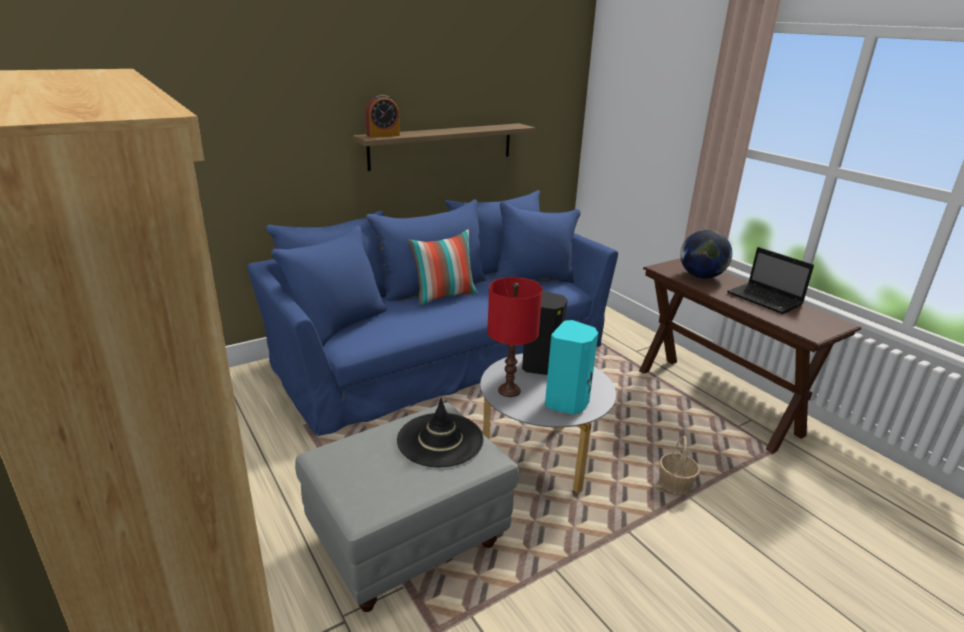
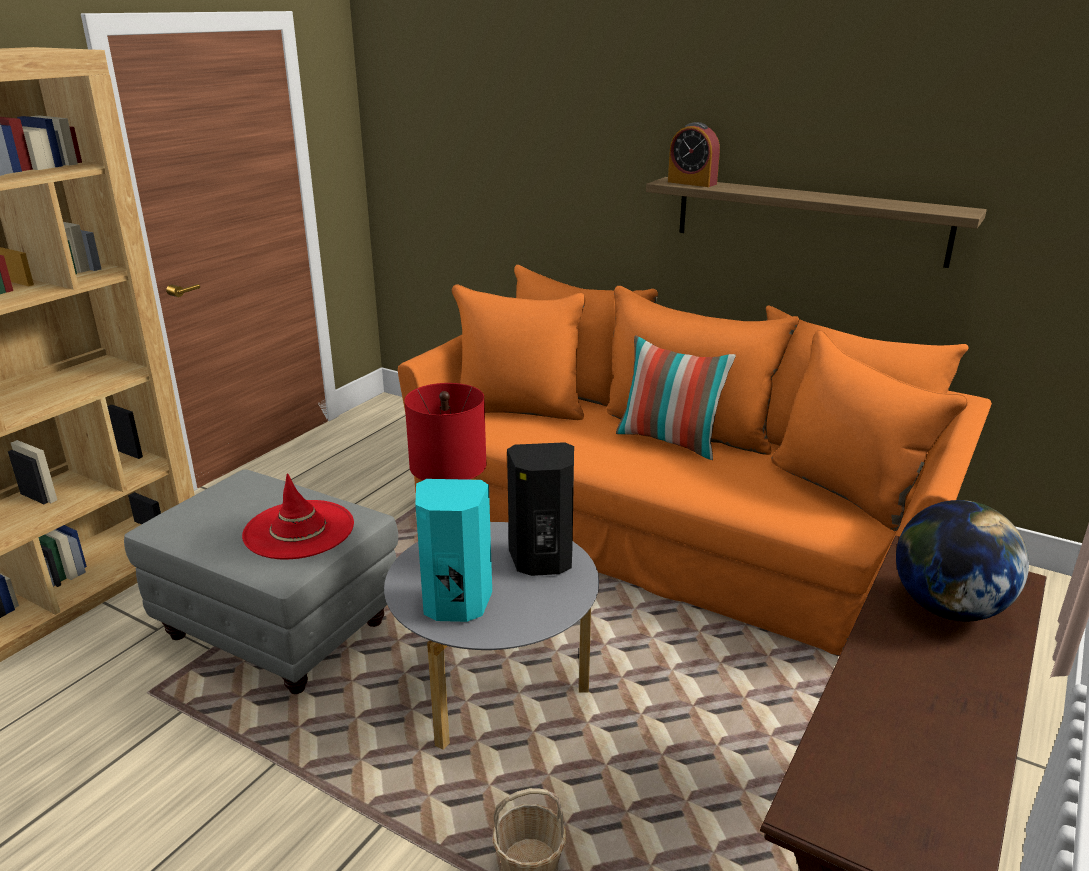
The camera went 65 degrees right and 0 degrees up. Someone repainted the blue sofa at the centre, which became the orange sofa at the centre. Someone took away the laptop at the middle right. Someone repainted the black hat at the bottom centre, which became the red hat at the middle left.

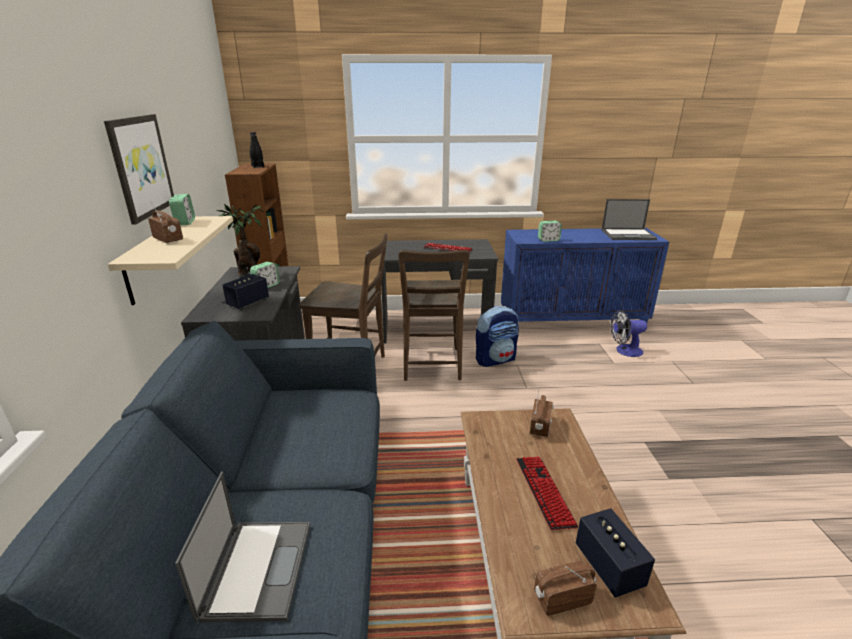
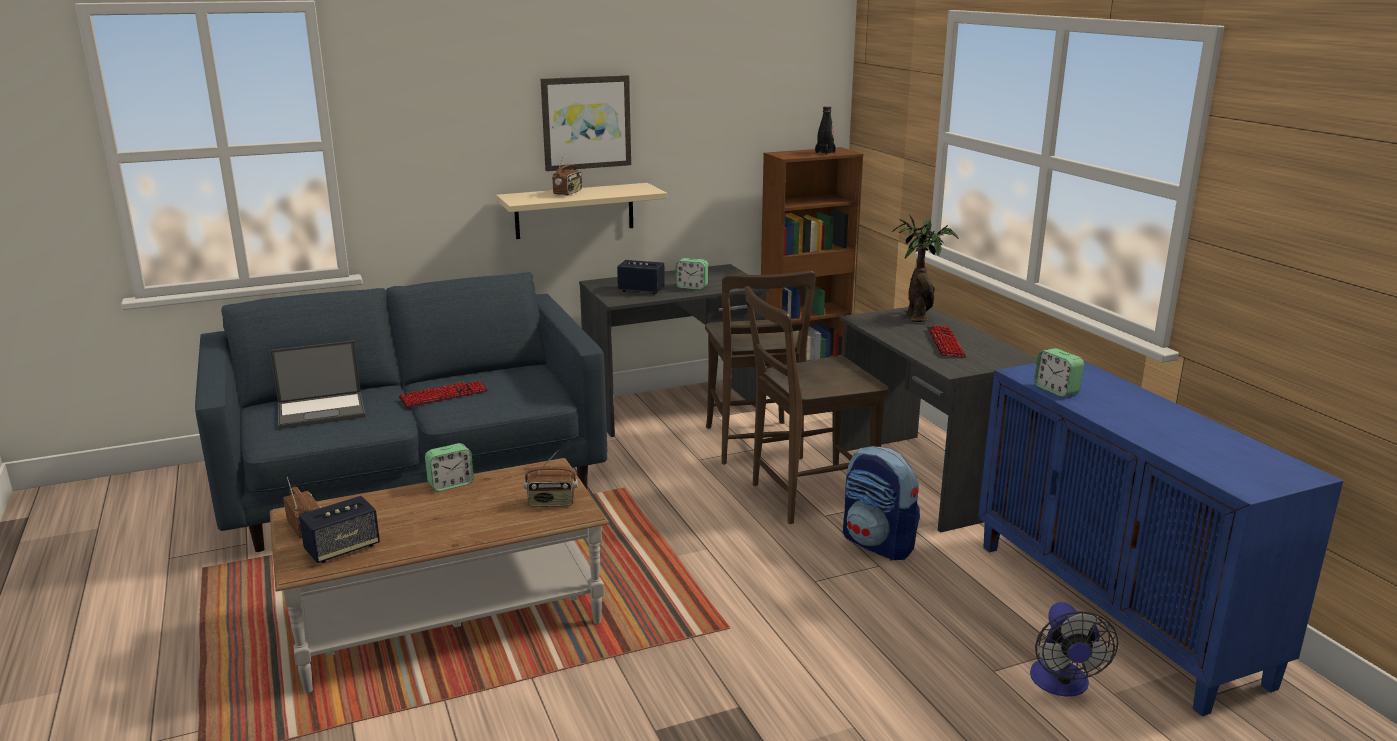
The camera went 70 degrees right and 5 degrees down. Someone carried the alarm clock (no. 1 from left) from the top left to the middle left. Someone took away the laptop (no. 2 from left) at the middle right. Someone carried the potted plant from the middle left to the centre. Someone rotated the fan at the middle right by 150 degrees counterclockwise. Someone carried the keyboard (no. 2 from left in the first image) from the bottom centre to the middle left.

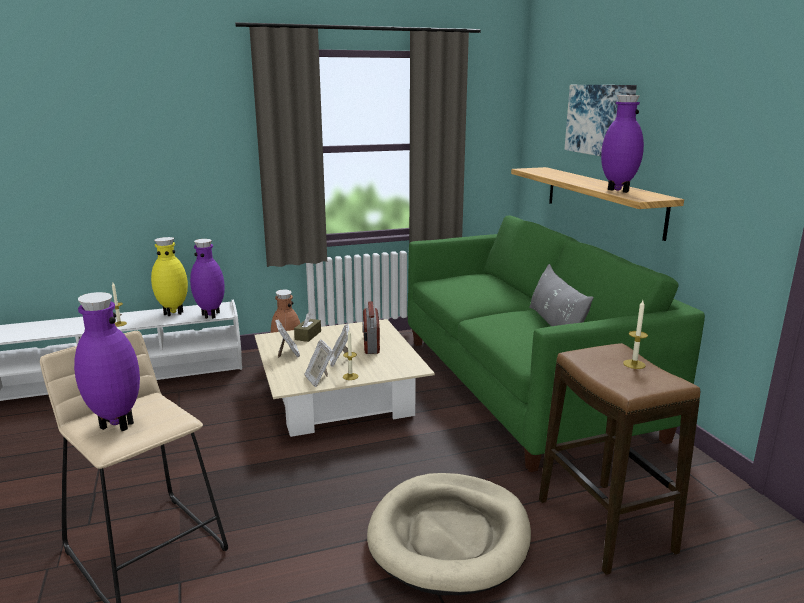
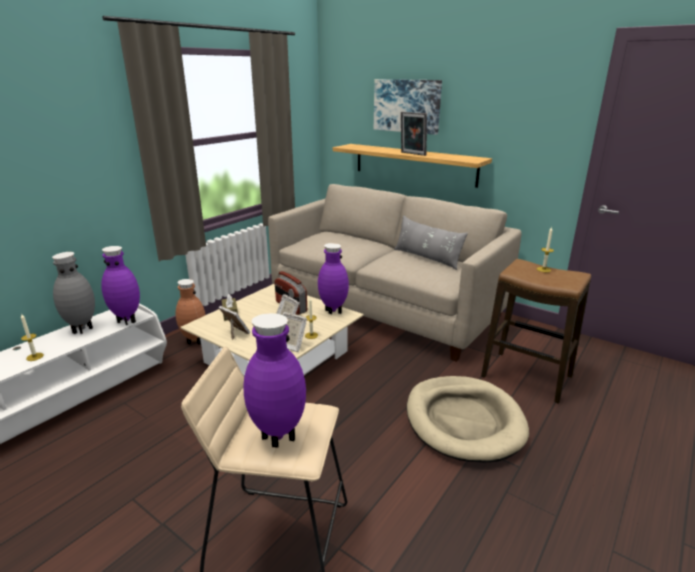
The camera went 35 degrees left and 5 degrees up. Someone carried the purple vase (no. 3 from left) from the top right to the centre. Someone repainted the green sofa at the middle right, which became the beige sofa at the centre. Someone repainted the yellow vase at the middle left, which became the grey vase at the middle left. Someone put down the picture frame (no. 4 from left) at the top centre.

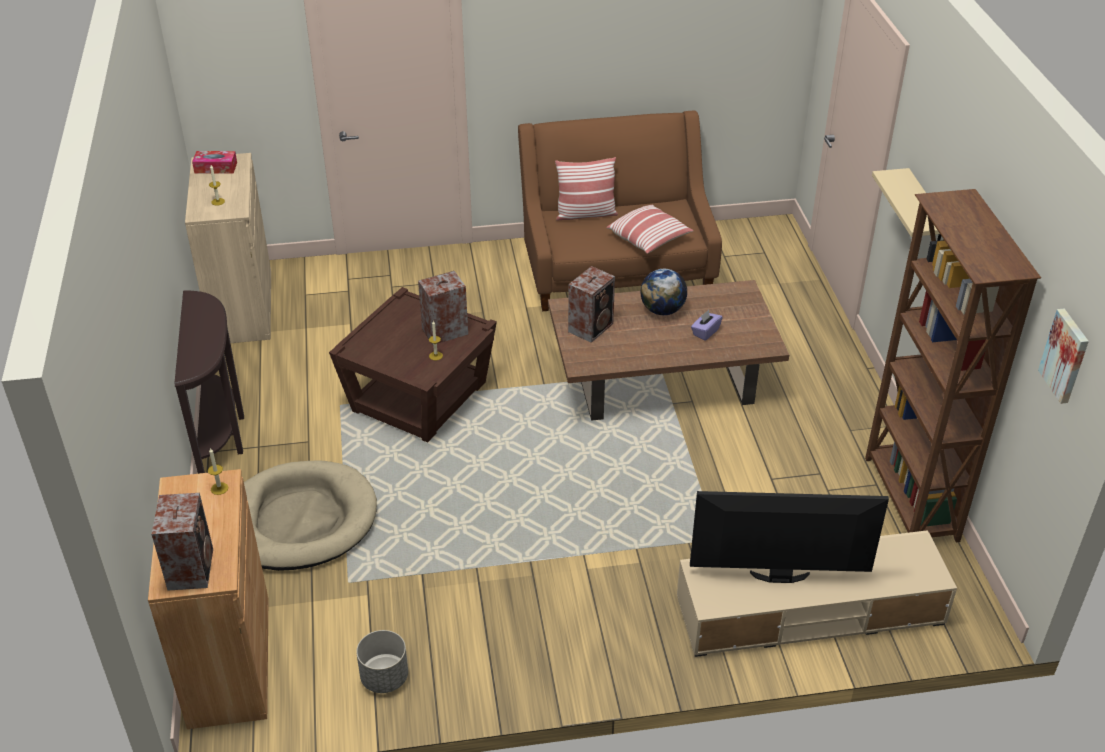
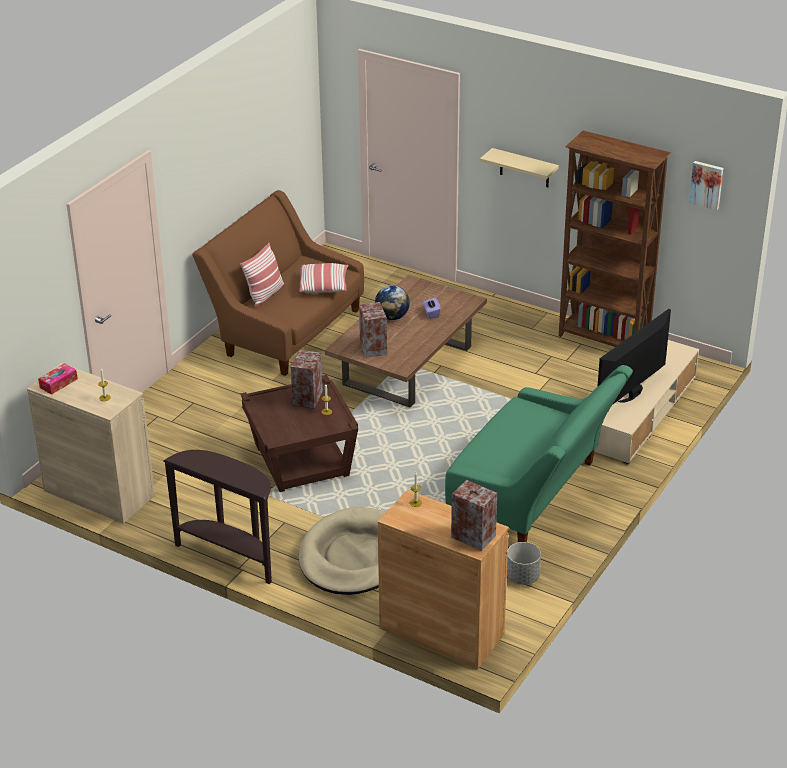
The camera went 50 degrees left and 5 degrees down. Someone put down the green sofa at the middle right.

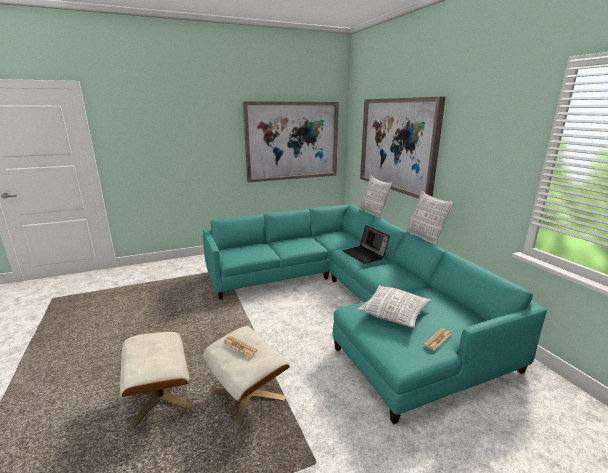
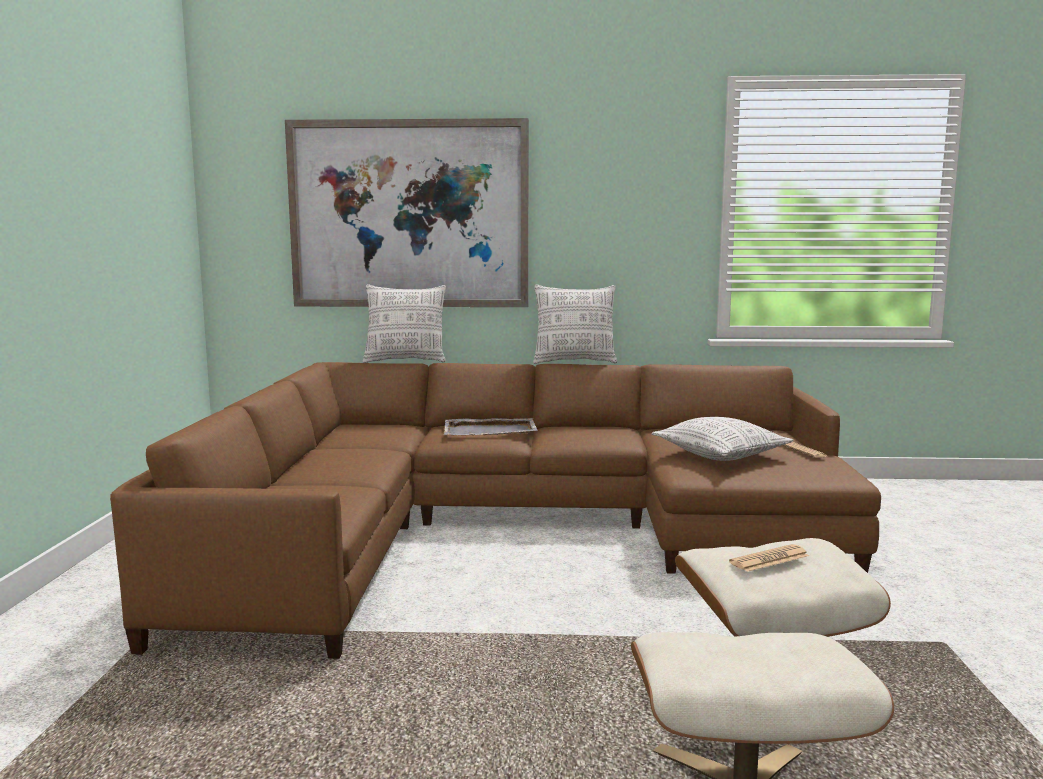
The camera went 65 degrees left and 10 degrees down. Someone took away the picture (no. 1 from left) at the top centre. Someone repainted the turquoise sofa at the centre, which became the brown sofa at the centre. Someone swapped the laptop at the centre for the grey tray at the centre.

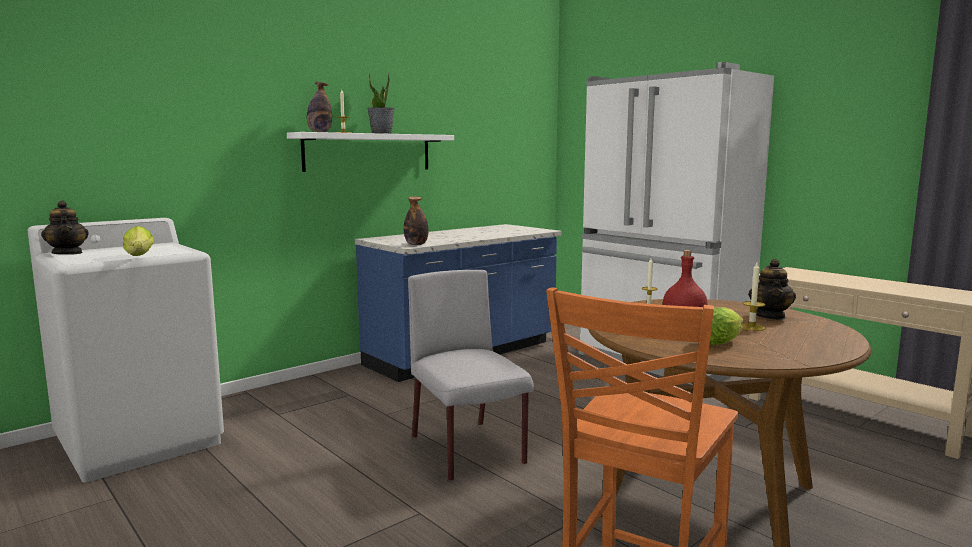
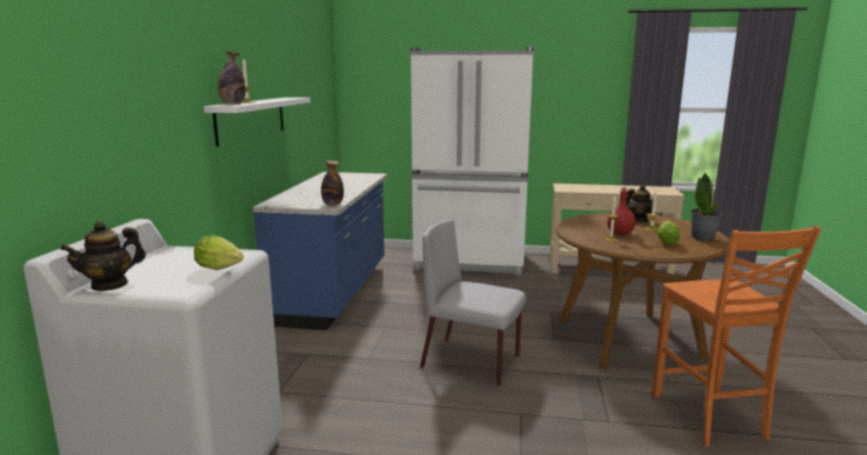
The camera went 40 degrees left and 5 degrees up. Someone carried the potted plant from the top centre to the middle right. Someone rotated the teapot (no. 1 from left) at the middle left by 120 degrees clockwise.

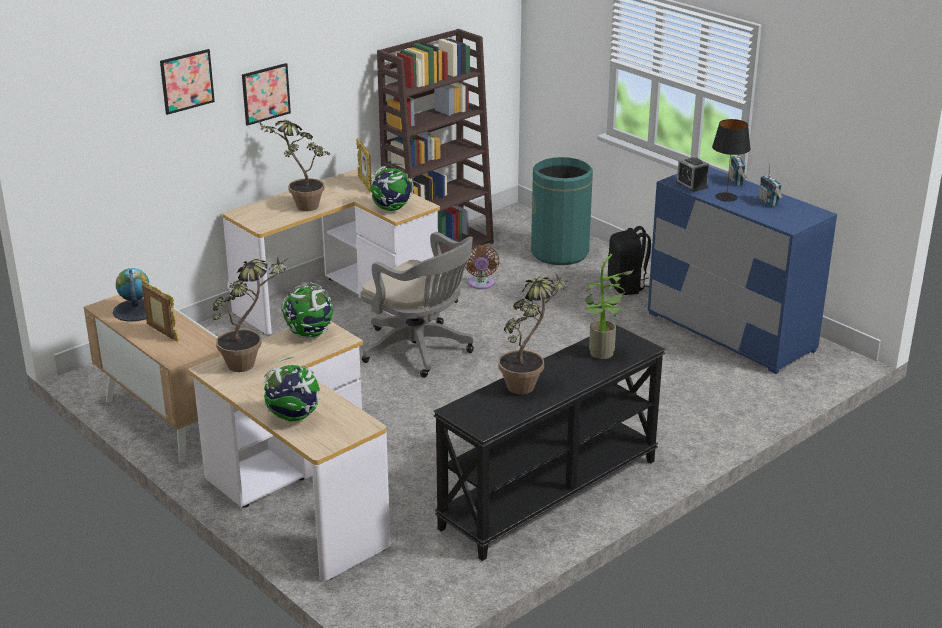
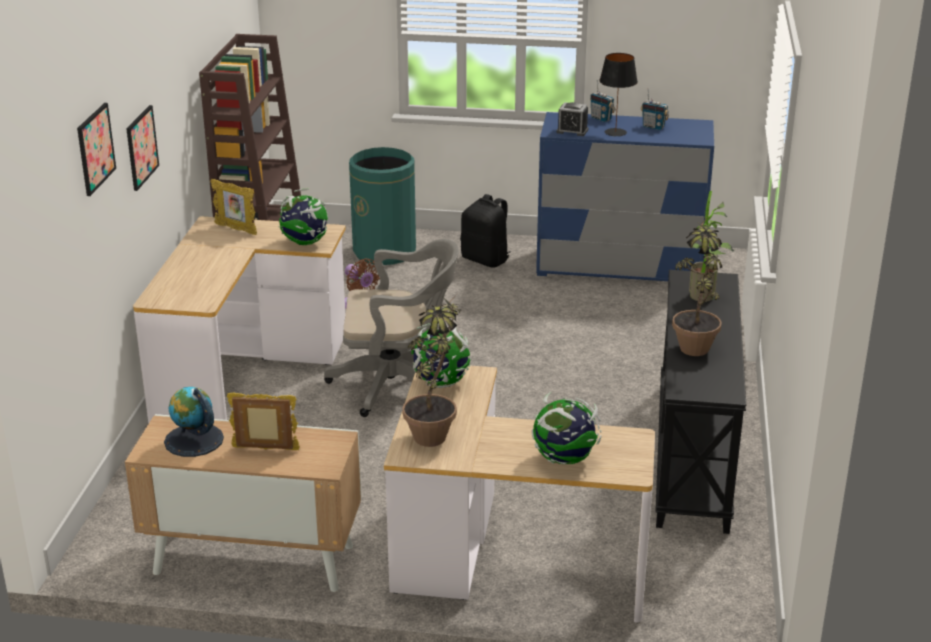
The camera went 40 degrees left and 0 degrees up. Someone took away the potted plant (no. 2 from left) at the top left.

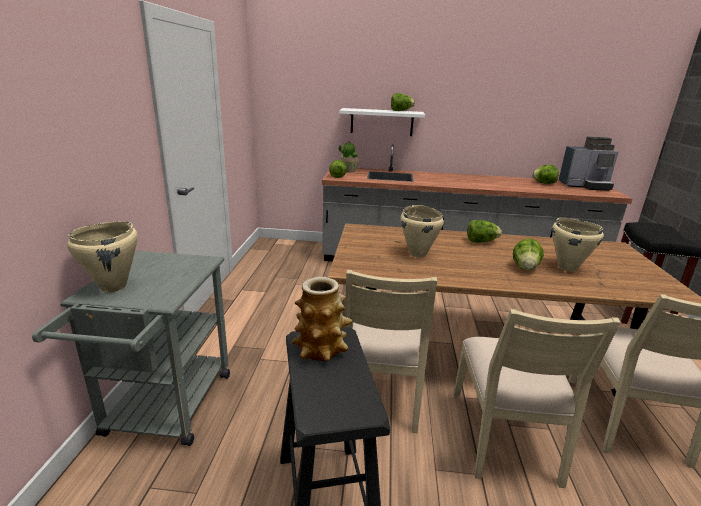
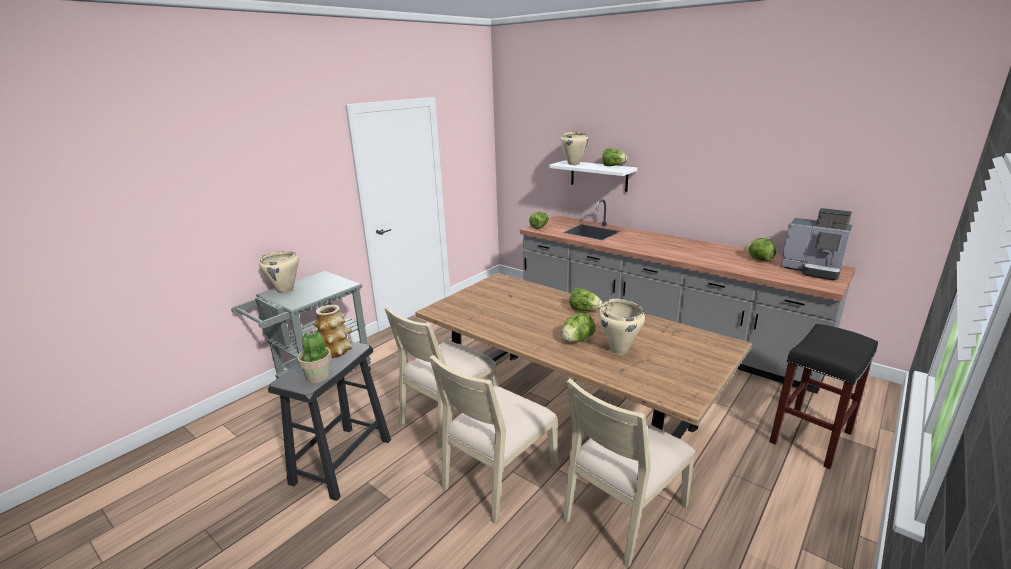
The camera went 35 degrees right and 0 degrees up. Someone carried the potted plant from the top centre to the middle left. Someone carried the beige cooking pot (no. 2 from left) from the centre to the top centre.

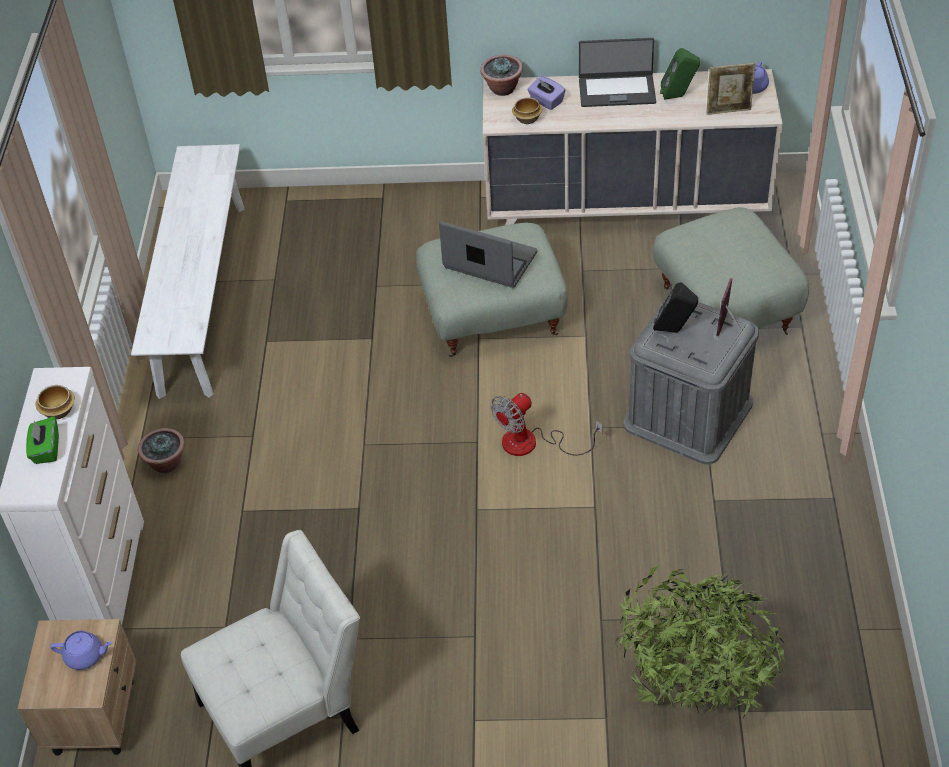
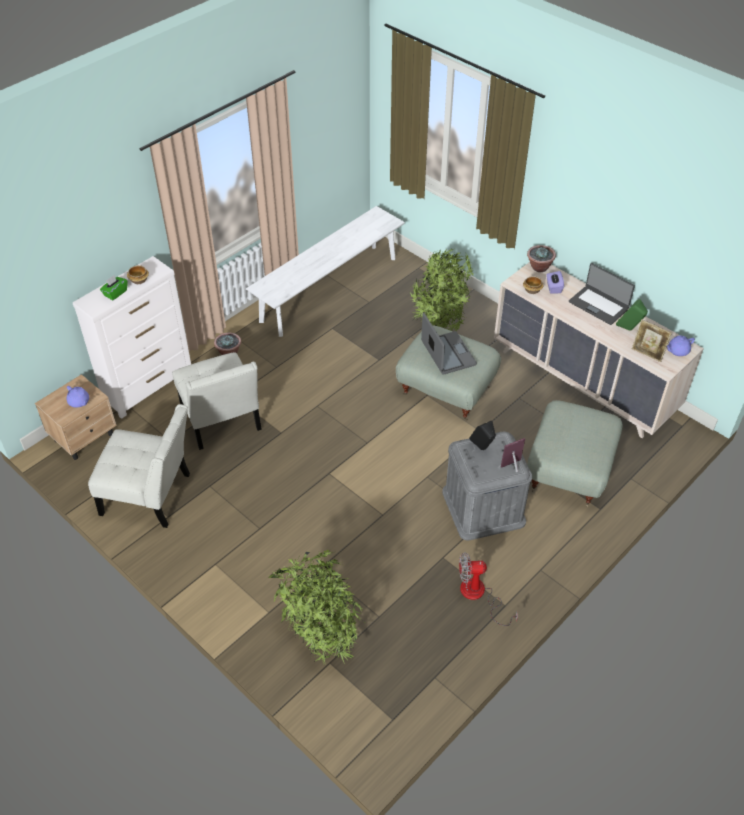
The camera went 40 degrees right and 0 degrees up. Someone carried the fan from the centre to the bottom centre. Someone put down the potted plant (no. 3 from left) at the centre. Someone put down the white chair (no. 2 from left) at the middle left.

